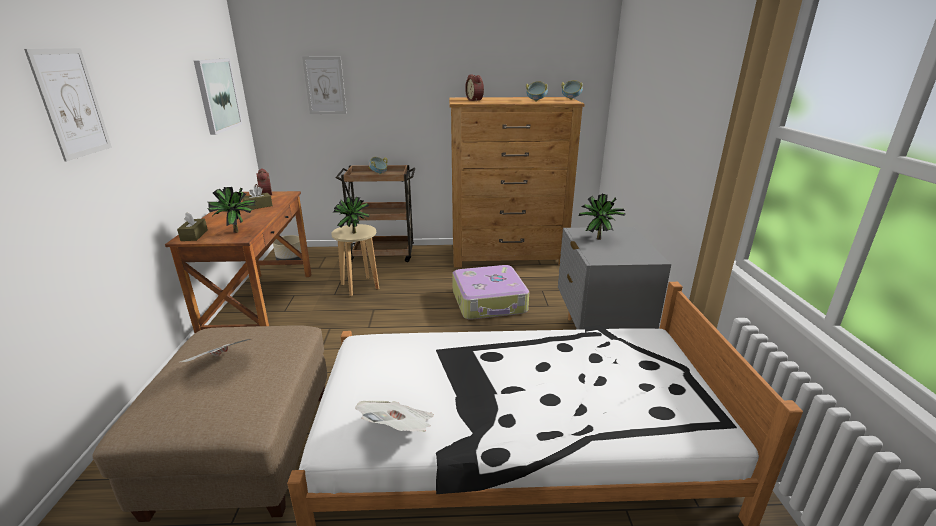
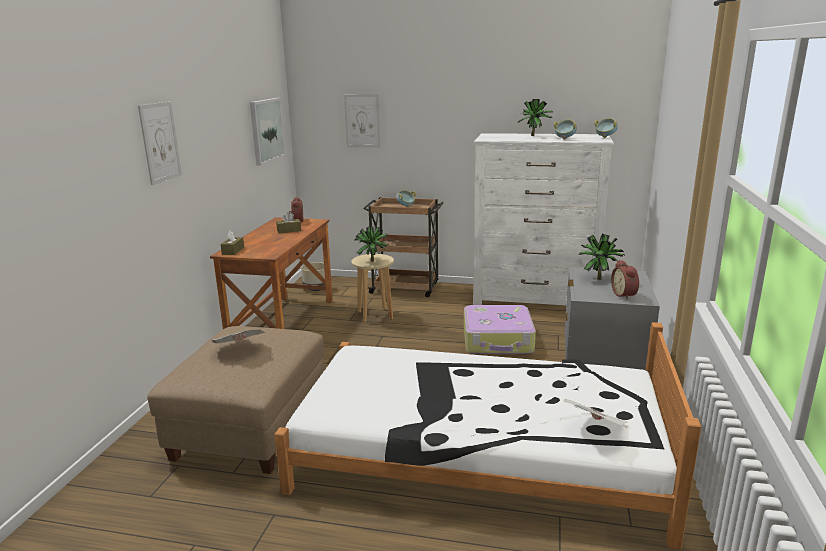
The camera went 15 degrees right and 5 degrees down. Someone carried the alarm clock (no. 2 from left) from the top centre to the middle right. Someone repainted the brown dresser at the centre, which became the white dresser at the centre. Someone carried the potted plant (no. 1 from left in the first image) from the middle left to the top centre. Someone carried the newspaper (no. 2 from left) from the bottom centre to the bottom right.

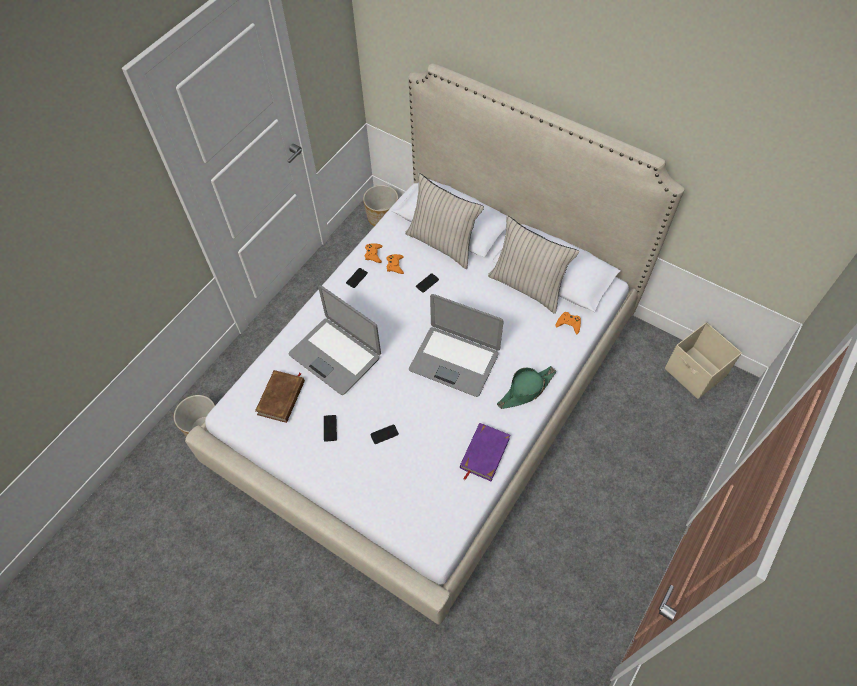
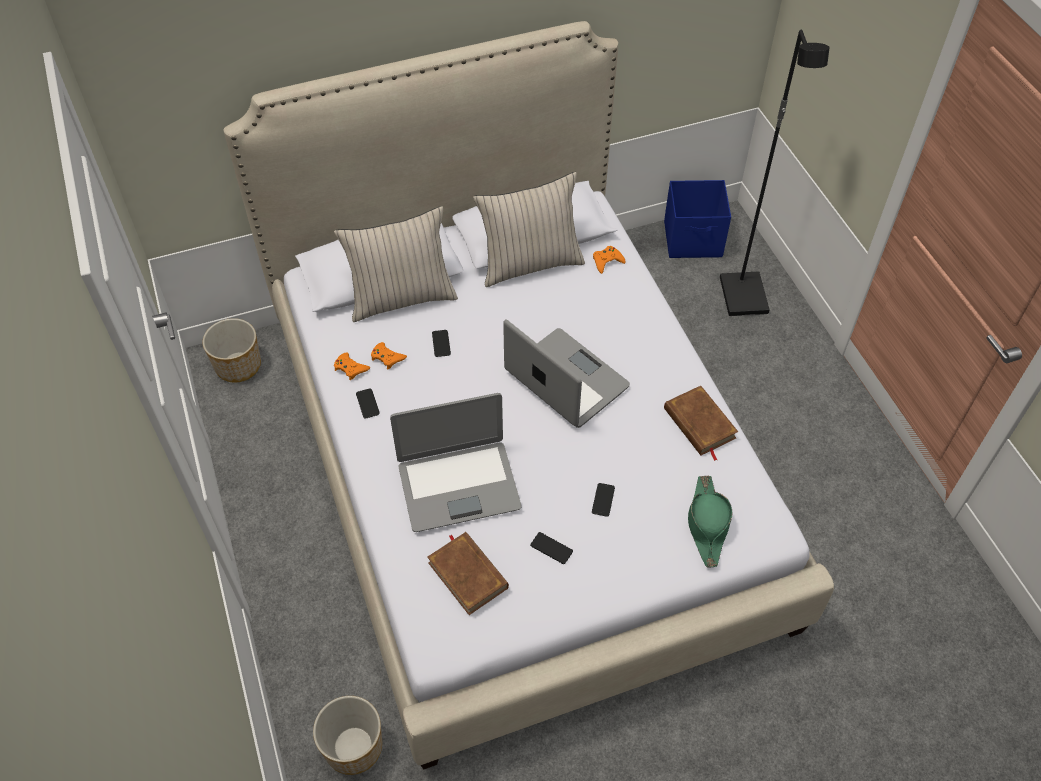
The camera went 55 degrees left and 5 degrees down. Someone rotated the laptop (no. 2 from left) at the centre by 105 degrees counterclockwise. Someone repainted the beige storage box at the middle right, which became the blue storage box at the top right. Someone carried the green hat from the centre to the bottom right. Someone repainted the purple book at the centre, which became the brown book (no. 2 from left) at the middle right. Someone put down the black floor lamp at the top right.

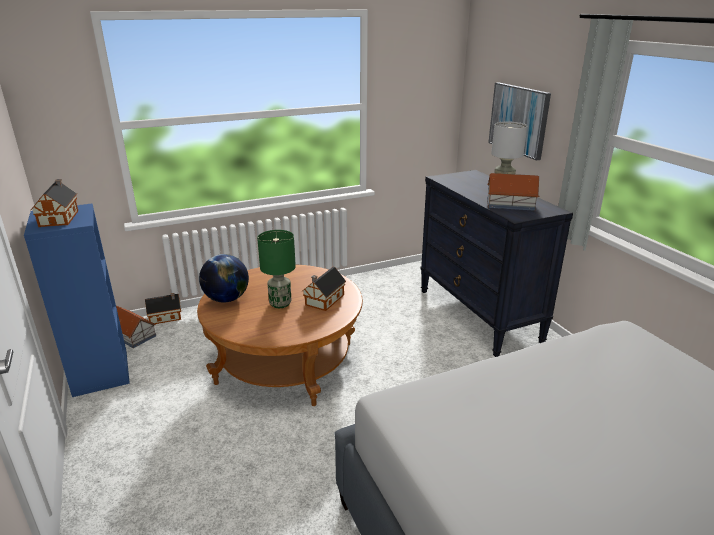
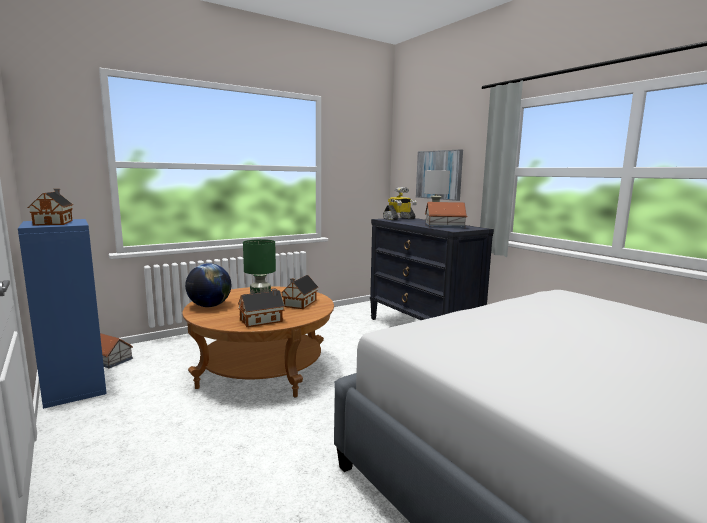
The camera went 10 degrees left and 15 degrees down. Someone carried the toy house (no. 3 from left) from the middle left to the centre. Someone put down the toy robot at the centre.

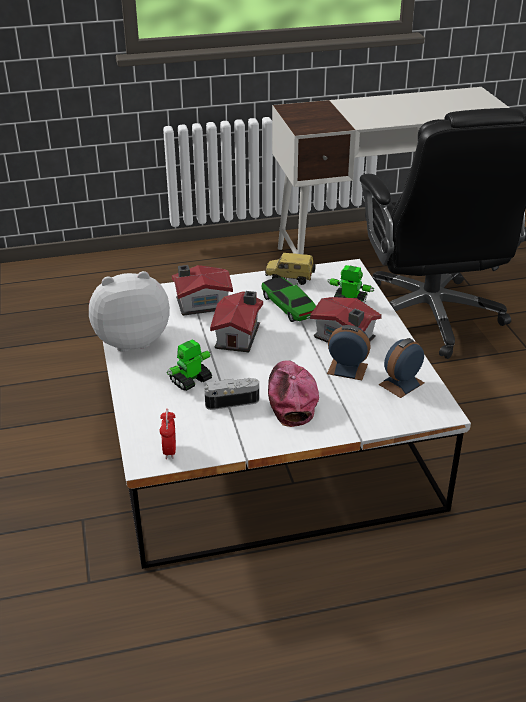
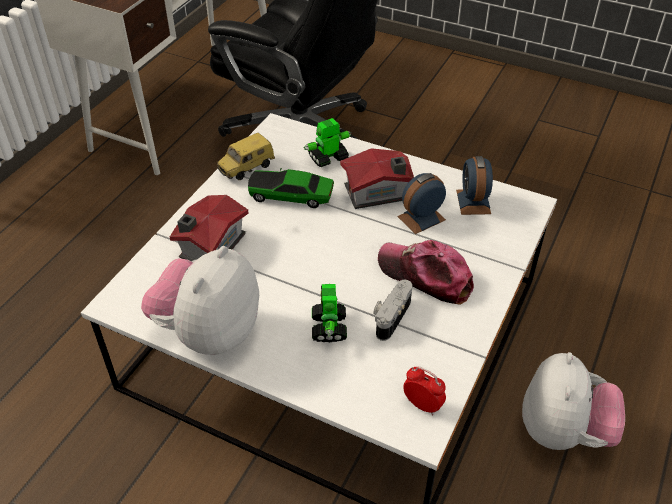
The camera went 50 degrees left and 10 degrees up. Someone took away the toy house (no. 2 from left) at the centre. Someone put down the plush toy (no. 2 from left) at the bottom right.

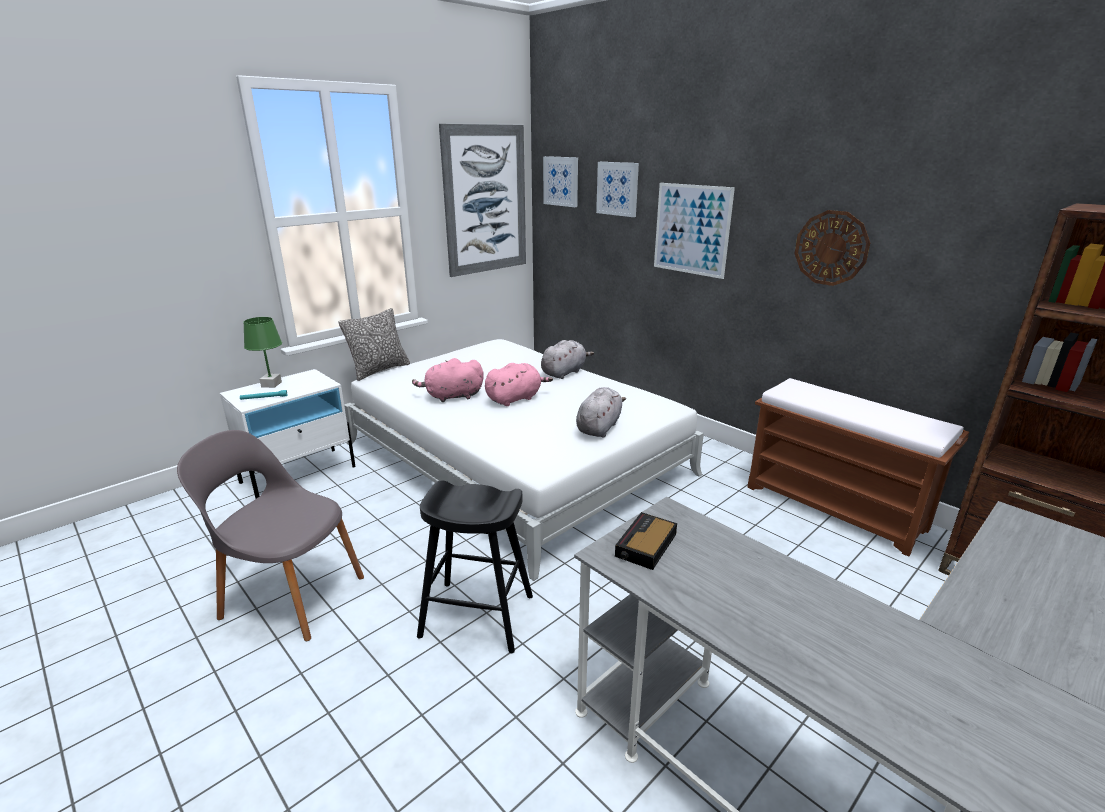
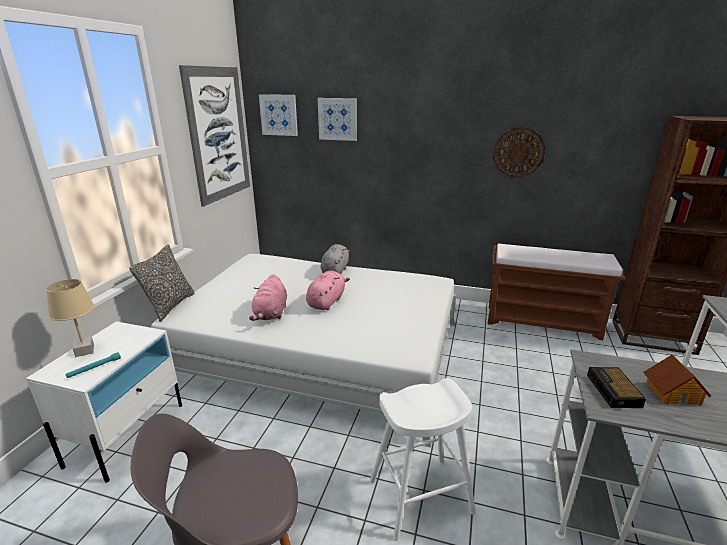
The camera went 30 degrees left and 0 degrees up. Someone took away the picture (no. 4 from left) at the top centre. Someone repainted the green table lamp at the middle left, which became the beige table lamp at the middle left. Someone rotated the pink plush toy (no. 1 from left) at the centre by 45 degrees counterclockwise. Someone took away the grey plush toy (no. 2 from left) at the centre. Someone repainted the black stool at the bottom centre, which became the white stool at the bottom centre. Someone put down the toy house at the bottom right.

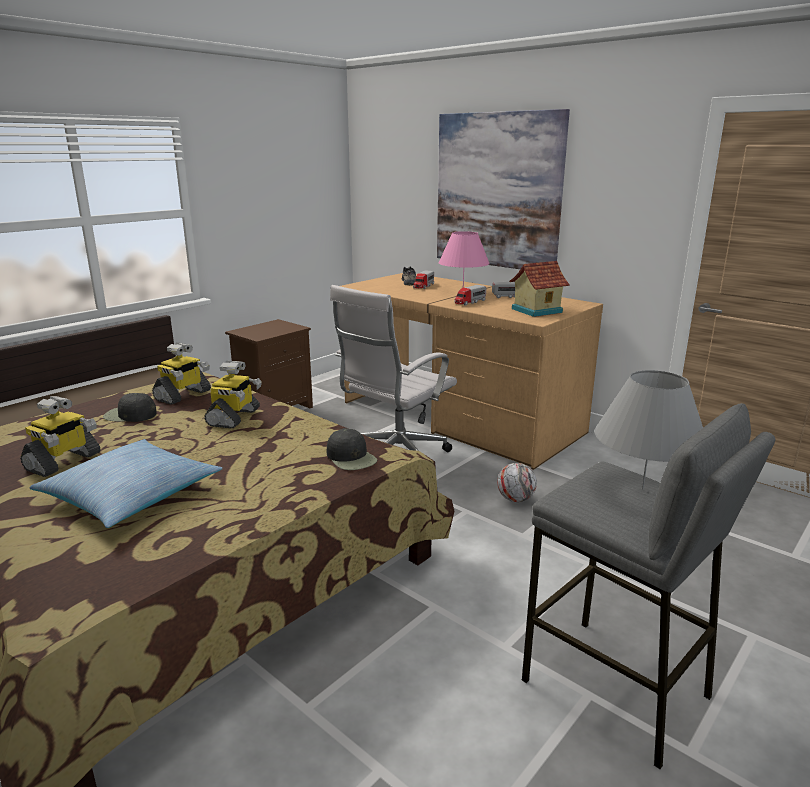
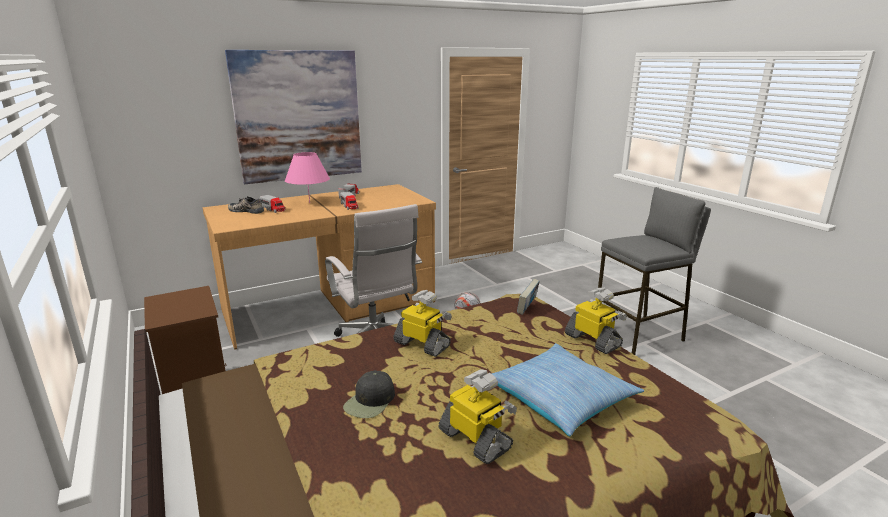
The camera went 70 degrees left and 0 degrees up. Someone took away the toy house at the centre. Someone carried the toy robot (no. 2 from left in the first image) from the middle left to the middle right. Someone took away the grey table lamp at the middle right. Someone swapped the black cap (no. 2 from left) at the centre for the book at the centre.

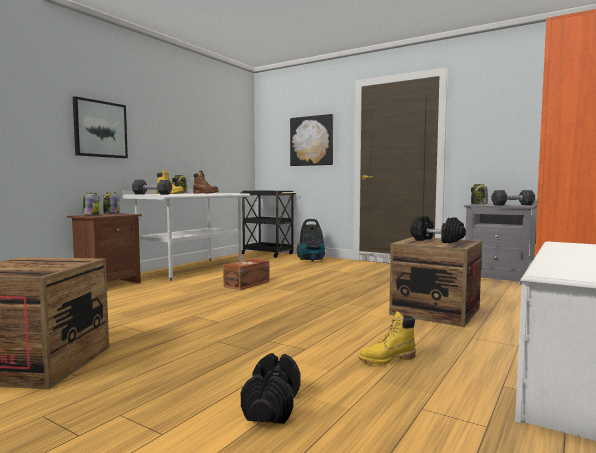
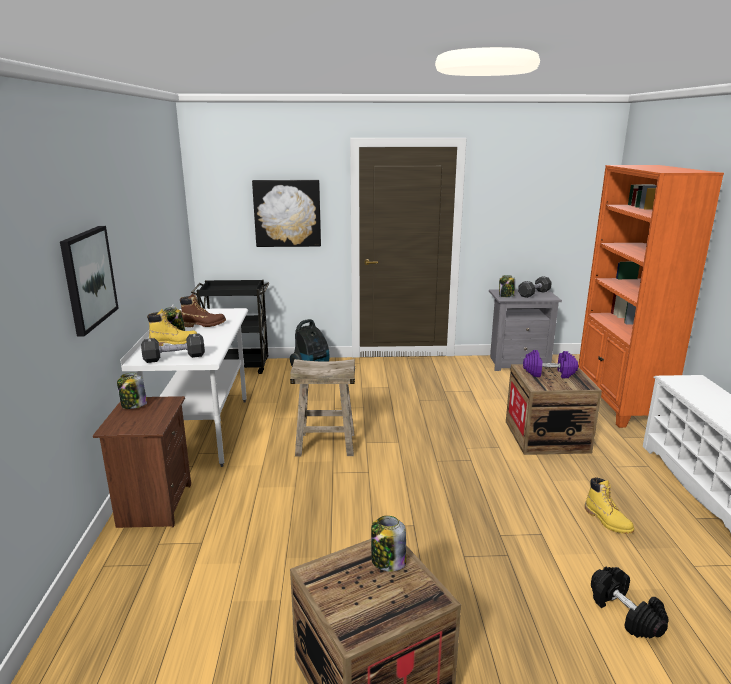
The camera went 35 degrees left and 15 degrees up. Someone carried the jar (no. 1 from left in the first image) from the middle left to the bottom centre. Someone repainted the black dumbbell (no. 3 from left) at the middle right, which became the purple dumbbell at the middle right. Someone swapped the brown storage box at the centre for the beige stool at the centre. Someone rotated the yellow boot (no. 2 from left) at the bottom centre by 60 degrees counterclockwise.

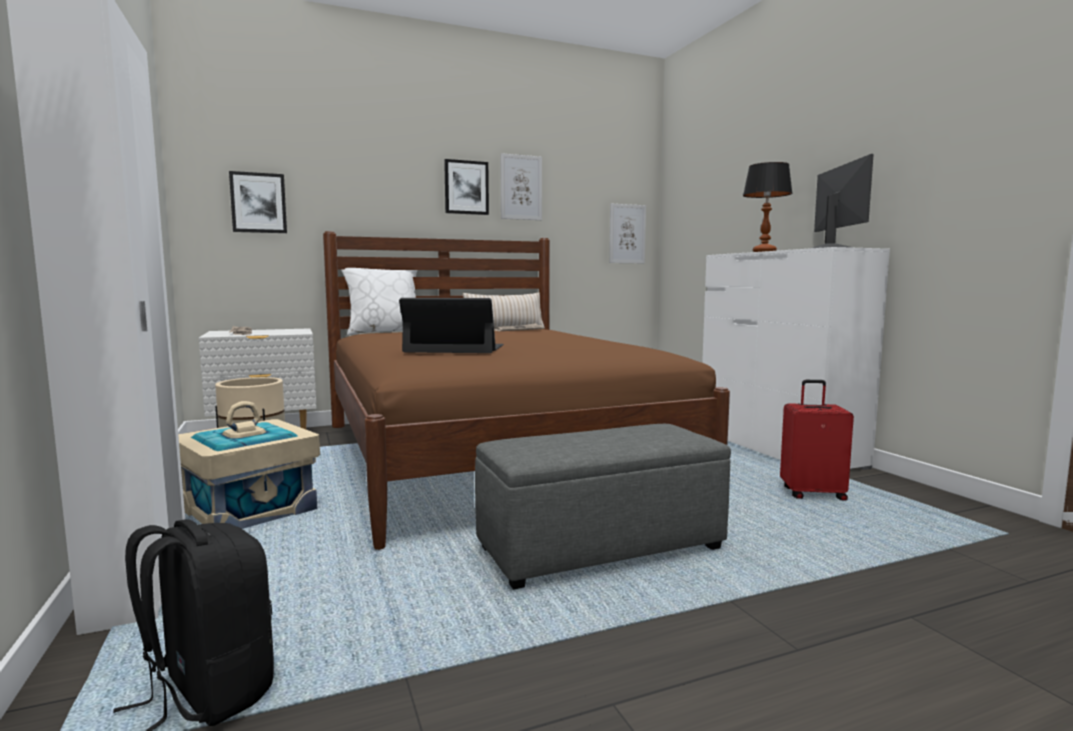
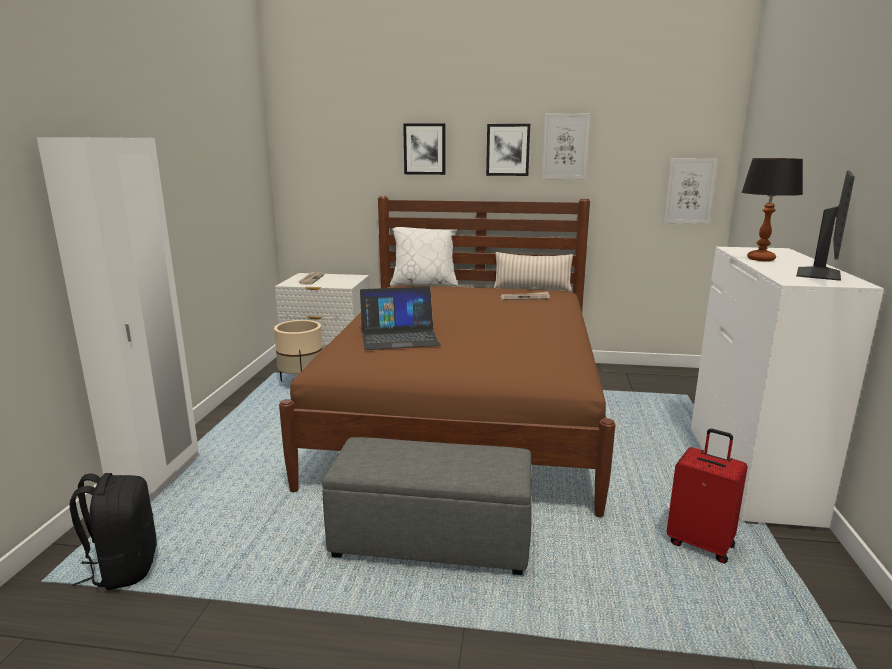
The camera went 30 degrees right and 10 degrees up. Someone carried the picture (no. 1 from left) from the top left to the top centre. Someone rotated the laptop at the centre by 135 degrees clockwise. Someone took away the beige storage box at the middle left.

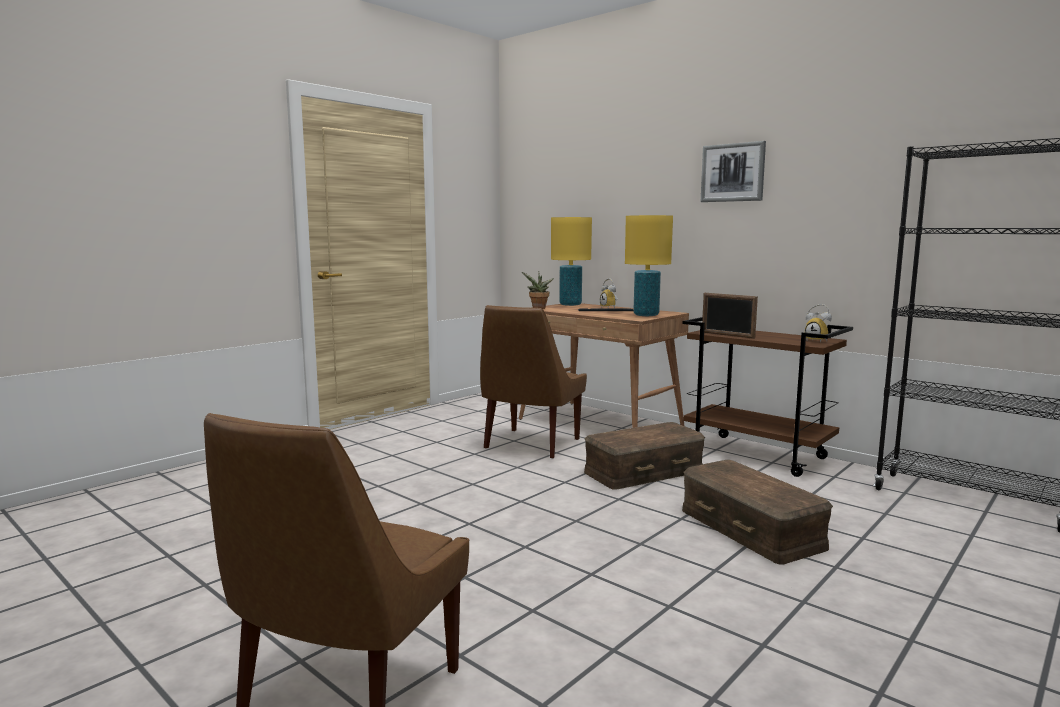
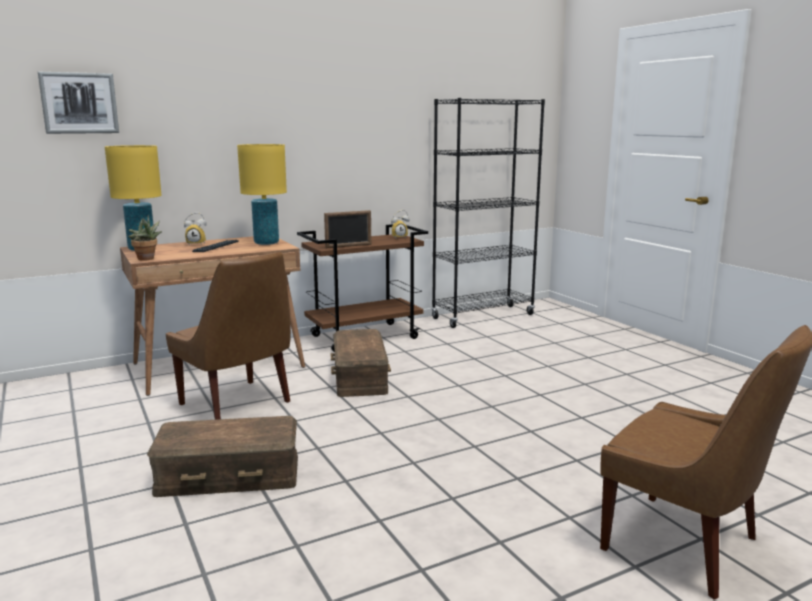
The camera went 70 degrees left and 5 degrees up. Someone carried the picture from the top right to the top left. Someone carried the brown storage box (no. 2 from left in the first image) from the bottom right to the bottom left.

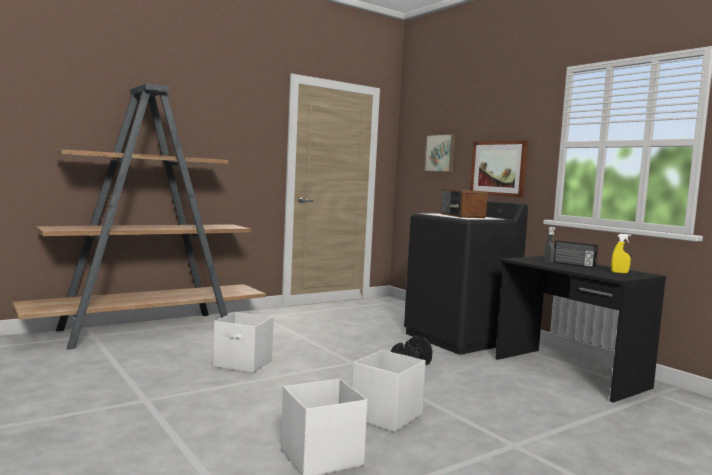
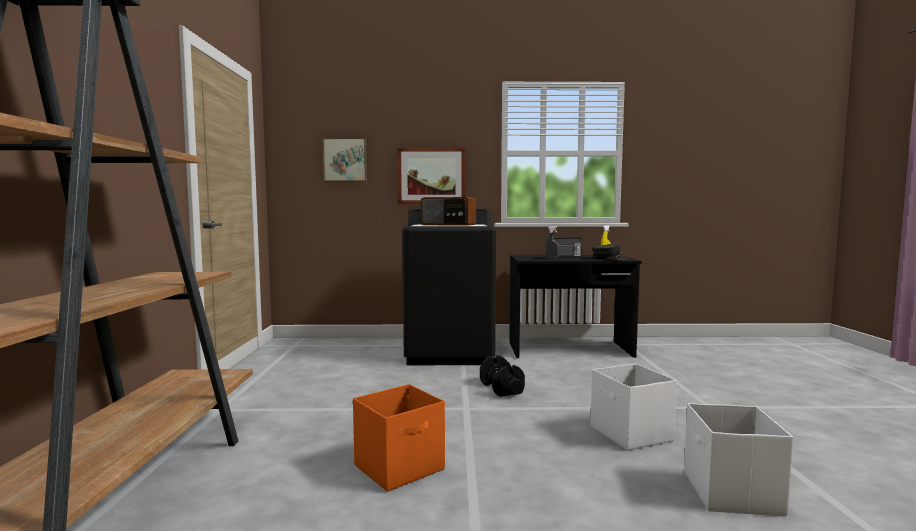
The camera went 55 degrees left and 0 degrees up. Someone repainted the white storage box (no. 1 from left) at the bottom centre, which became the orange storage box at the bottom centre. Someone put down the grey cap at the centre.

